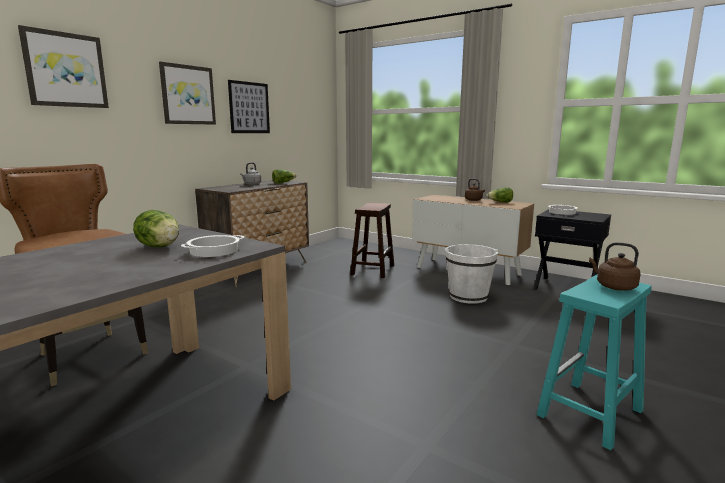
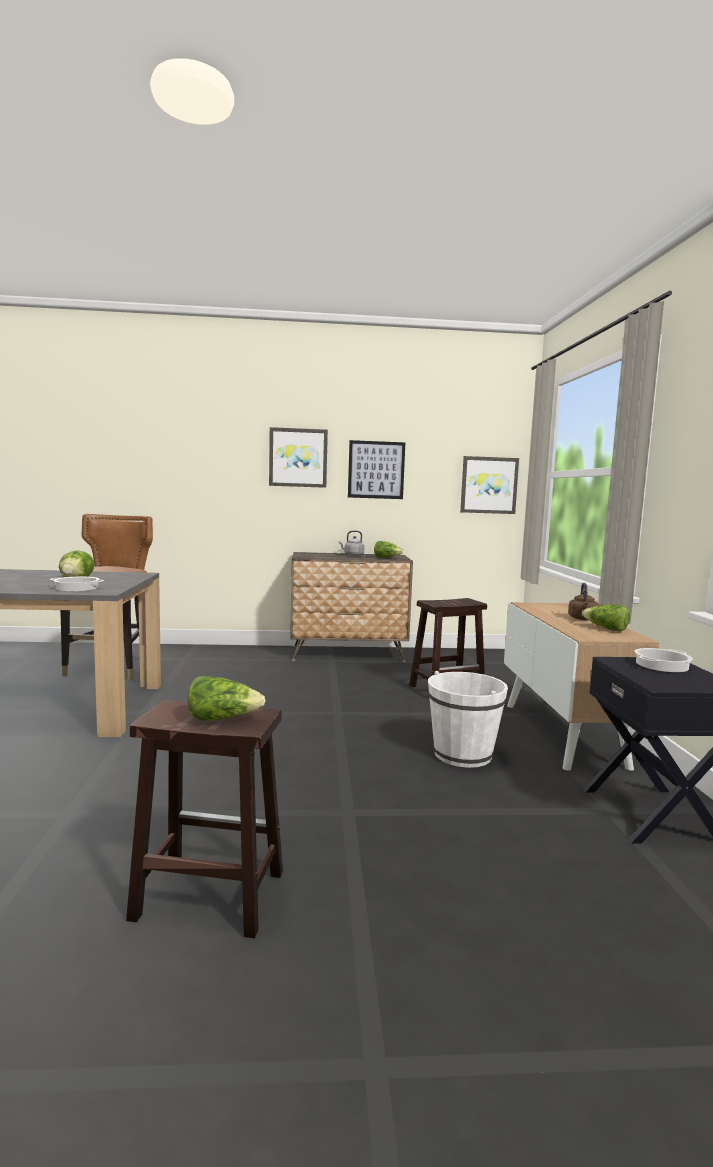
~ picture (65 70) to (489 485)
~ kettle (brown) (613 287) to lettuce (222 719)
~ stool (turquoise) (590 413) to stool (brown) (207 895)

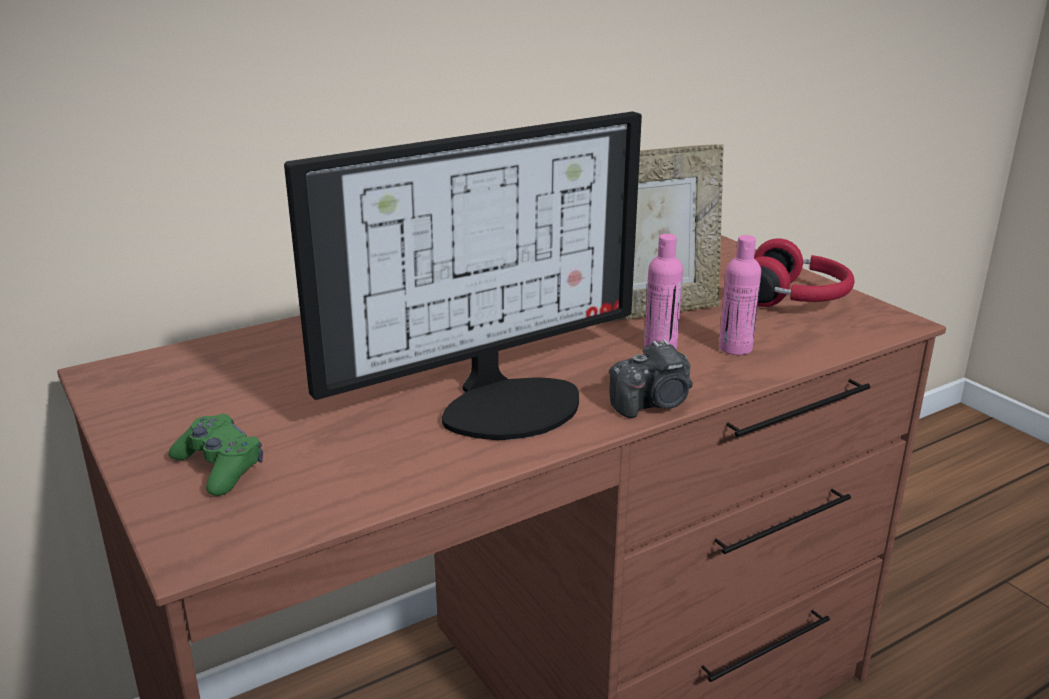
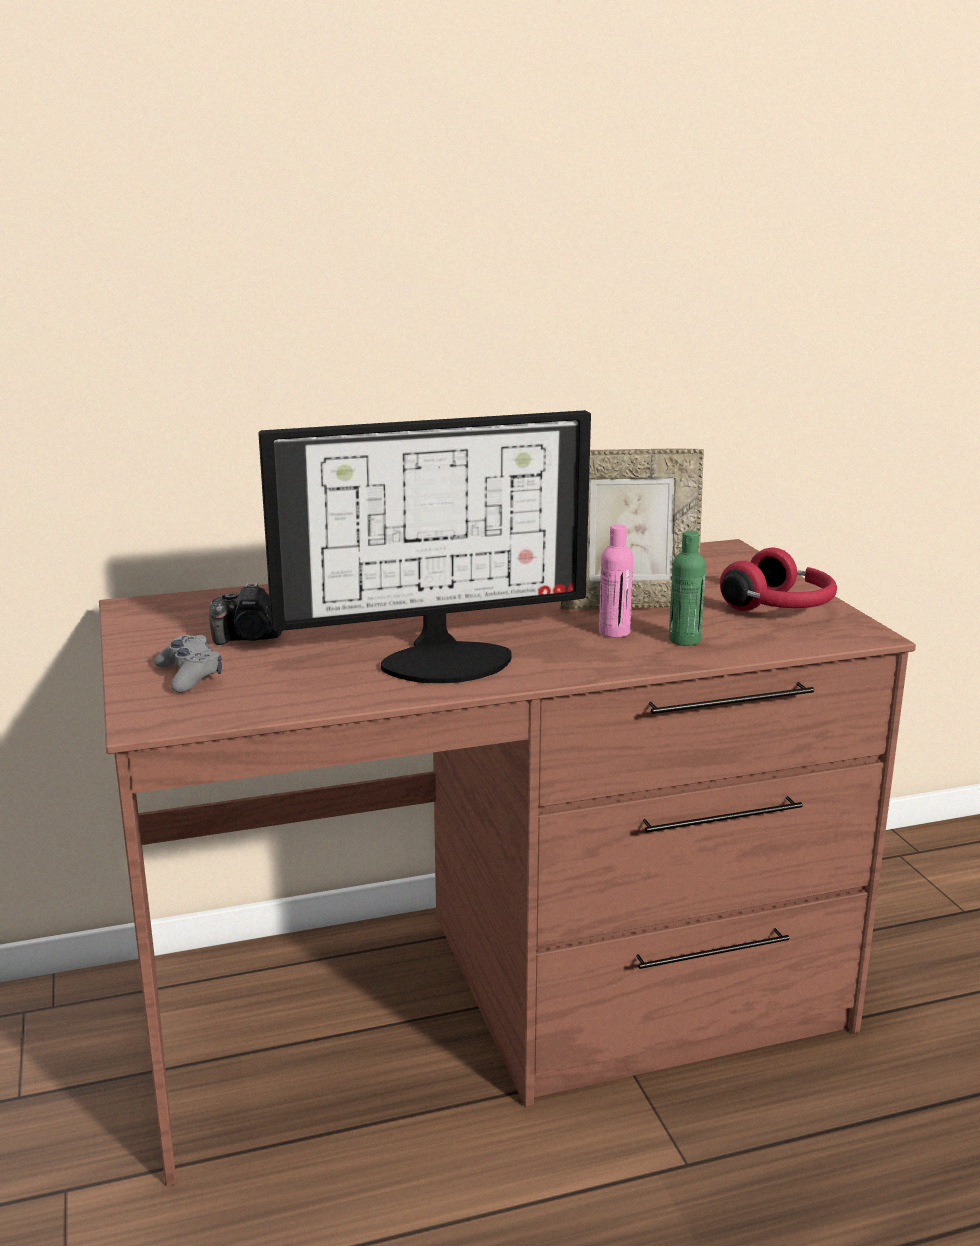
~ bottle (pink) (735 348) to bottle (green) (684 640)
~ photo camera (653 404) to (249 638)
~ game controller (green) (219 467) to game controller (grey) (189 675)

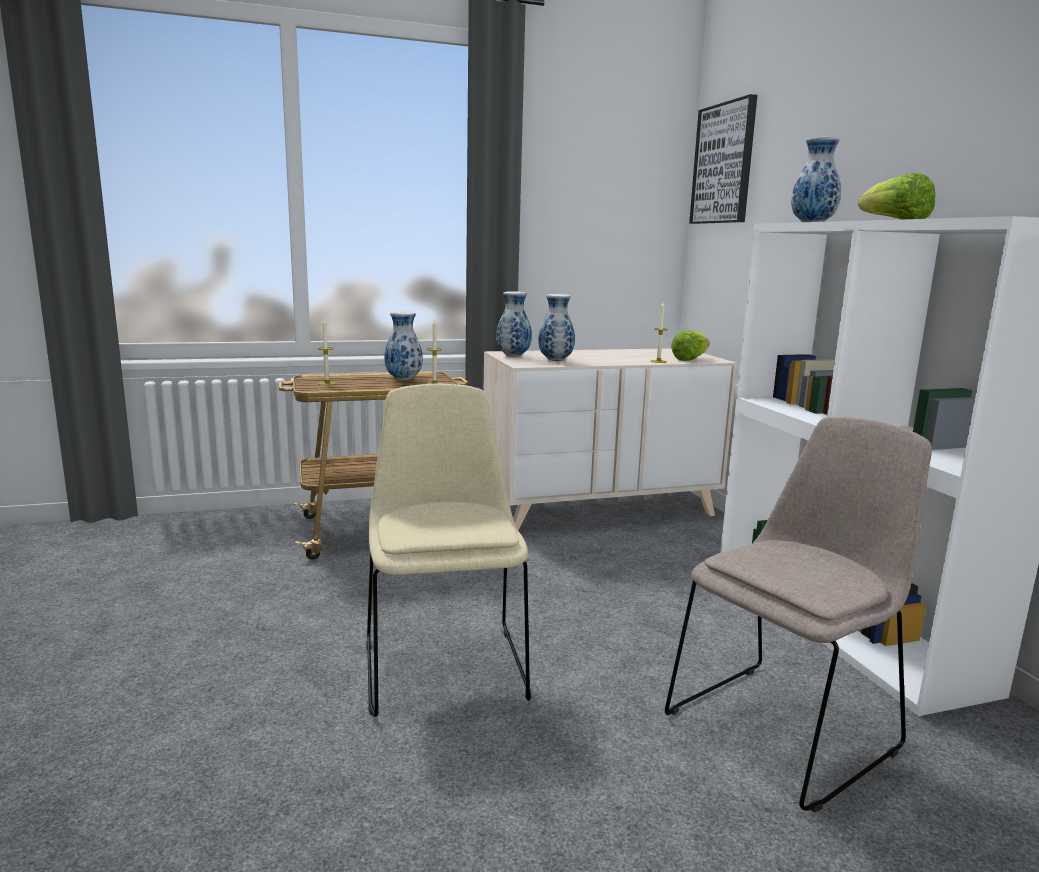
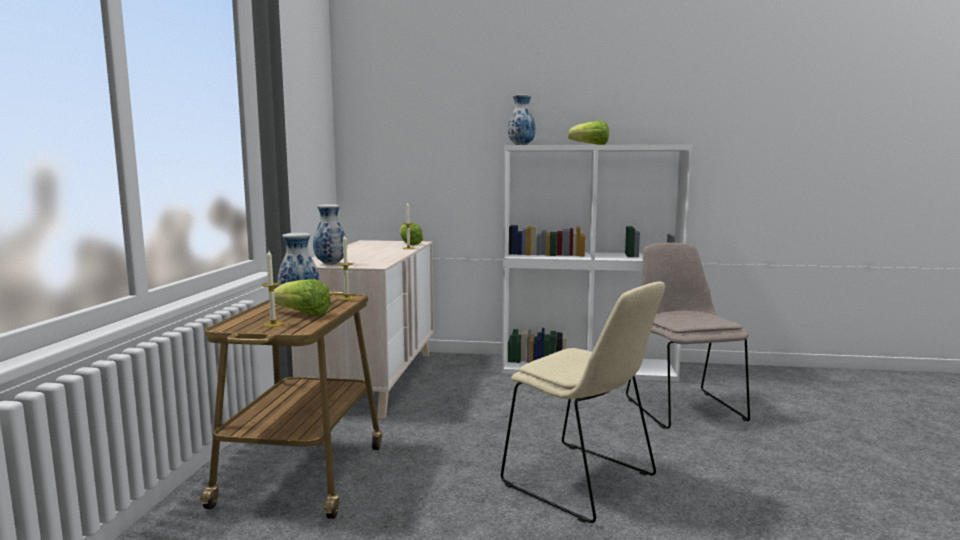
- picture (724 164)
- vase (555 360)
~ chair (beige) (444 664) = (583 482) 150 degrees counterclockwise
+ lettuce (302 314)

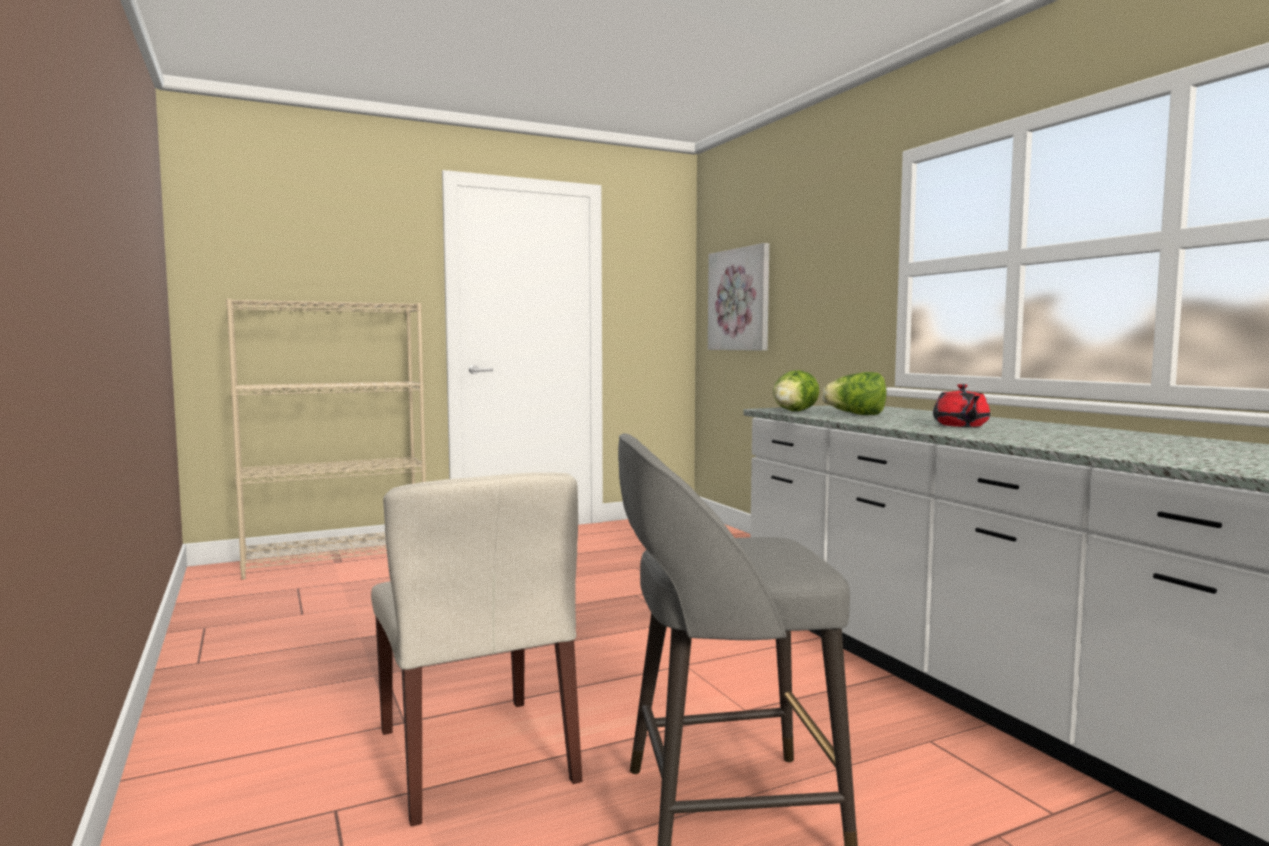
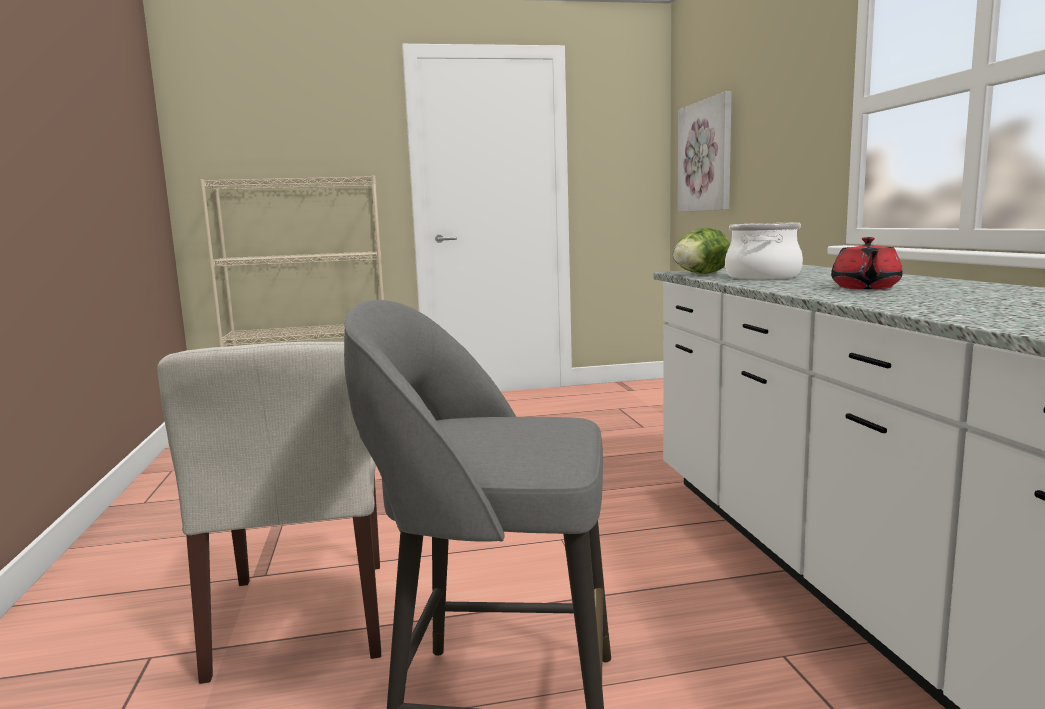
~ lettuce (856 415) to cooking pot (763 277)

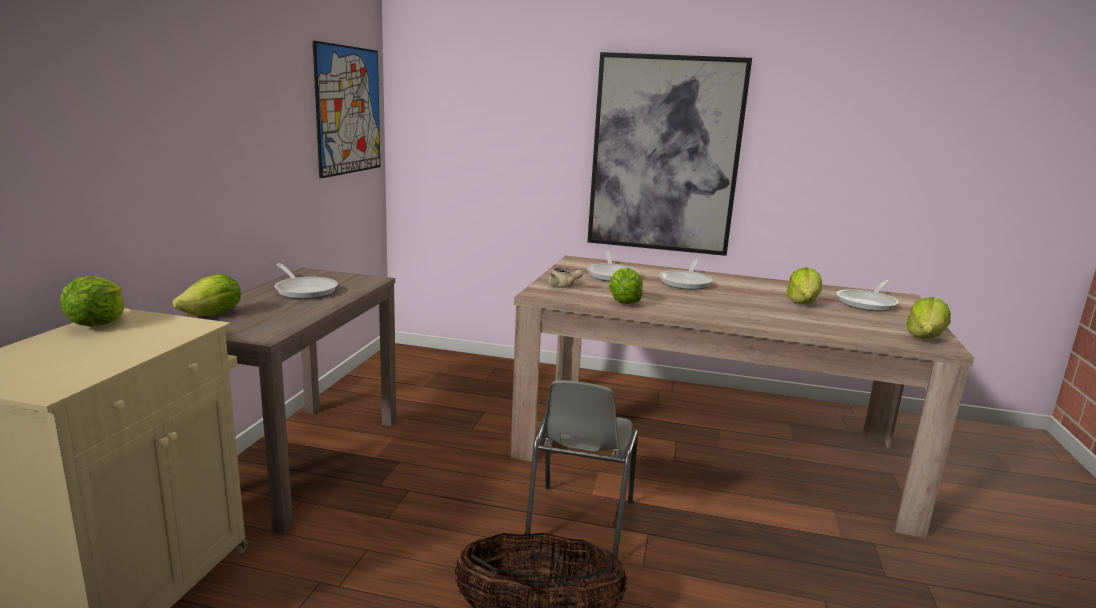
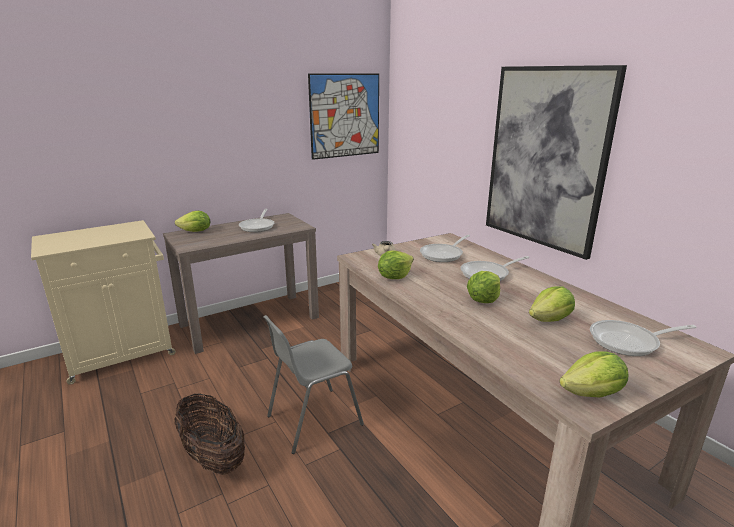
~ lettuce (98 323) to (483 300)

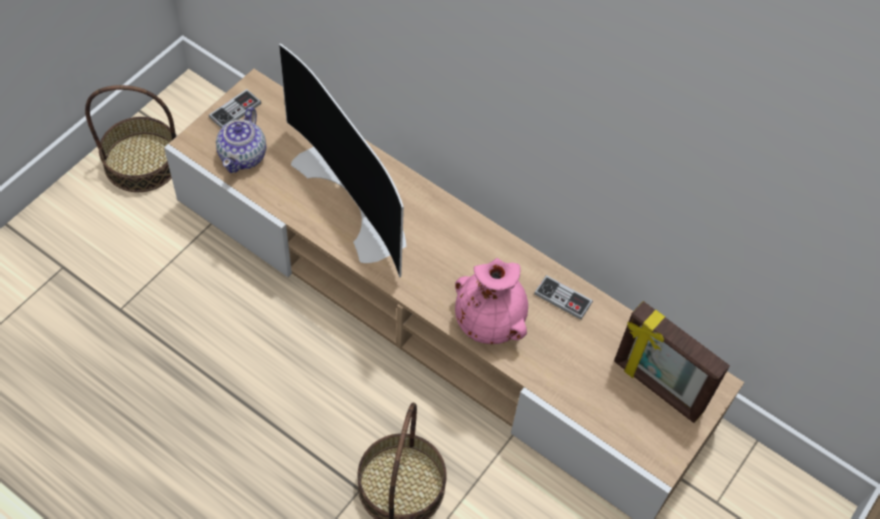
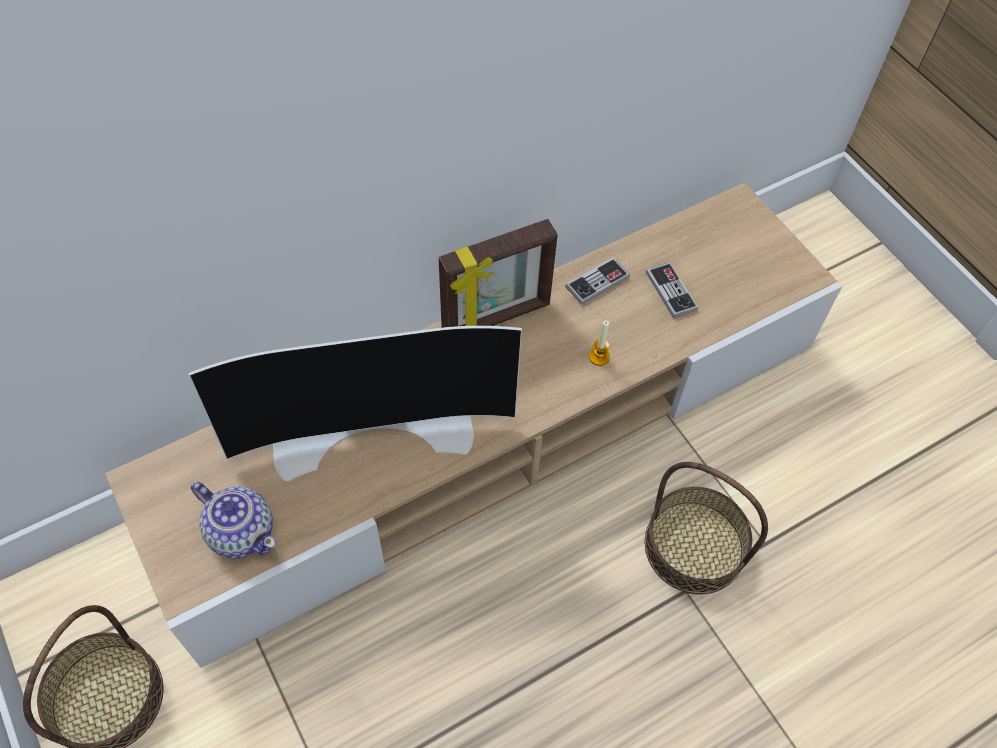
~ game controller (235 110) to (671 291)
~ vase (pink) (489 322) to candle (599 357)
~ picture frame (657 387) to (496 318)

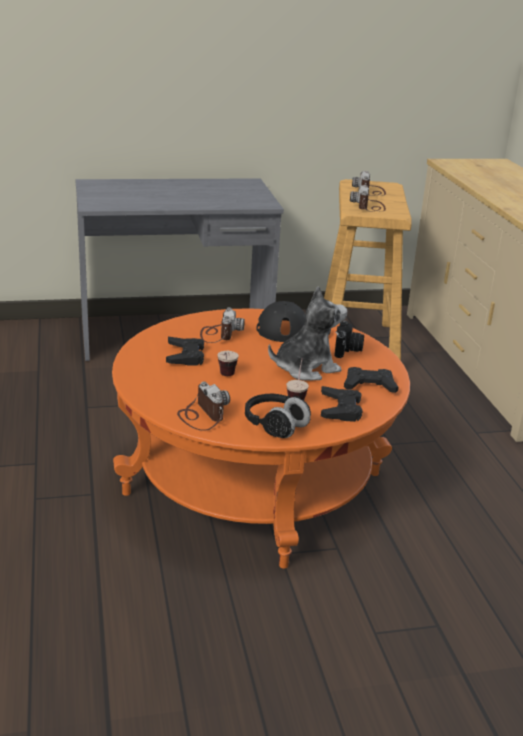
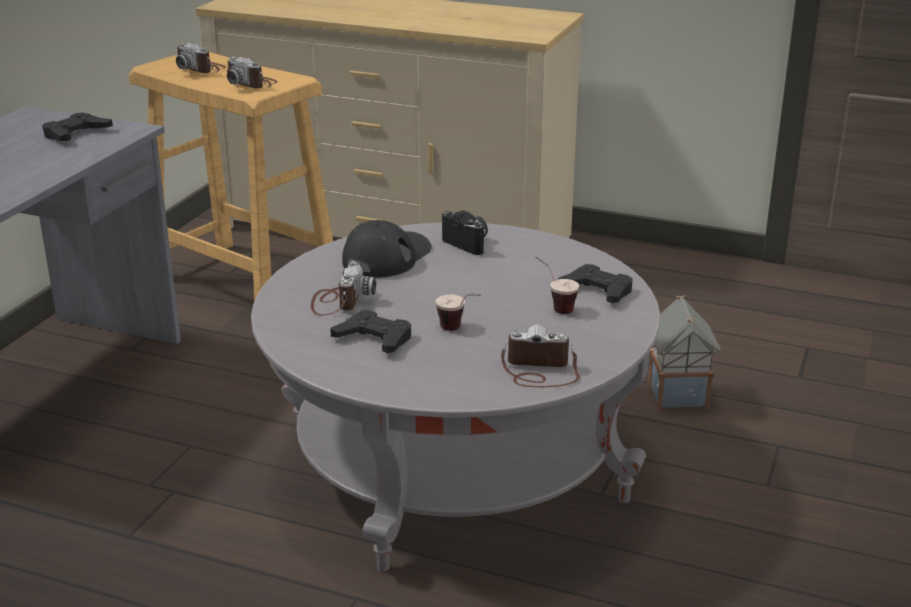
- plush toy (305 368)
~ photo camera (219 334) = (339 301) 60 degrees clockwise
~ coffee table (orange) (254 483) to coffee table (grey) (455 461)
~ game controller (black) (369 385) to (76 134)
- headphones (black) (275 426)
+ toy house (677 395)

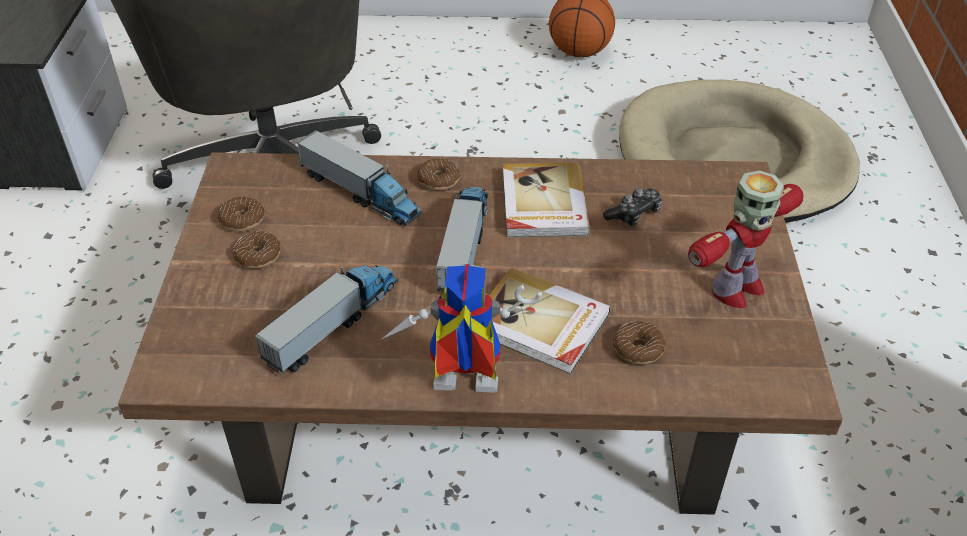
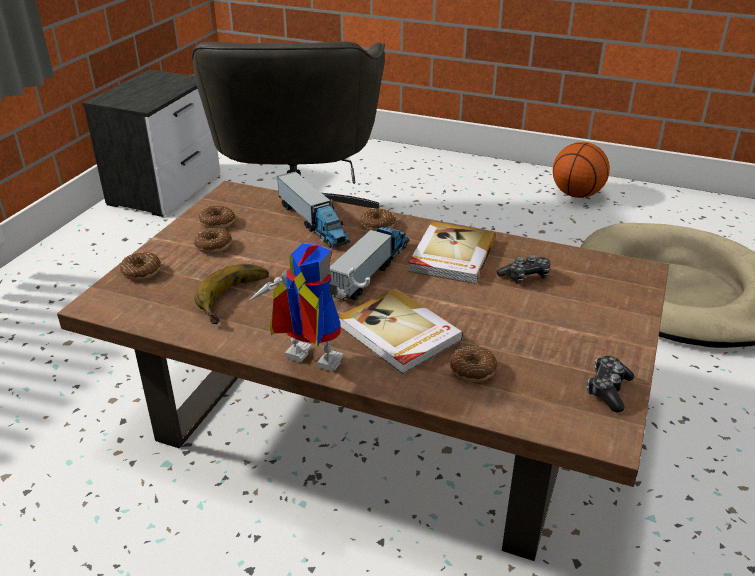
- toy robot (735 289)
~ toy truck (333 324) to banana (238 298)
+ donut (141 272)
+ game controller (608 390)

